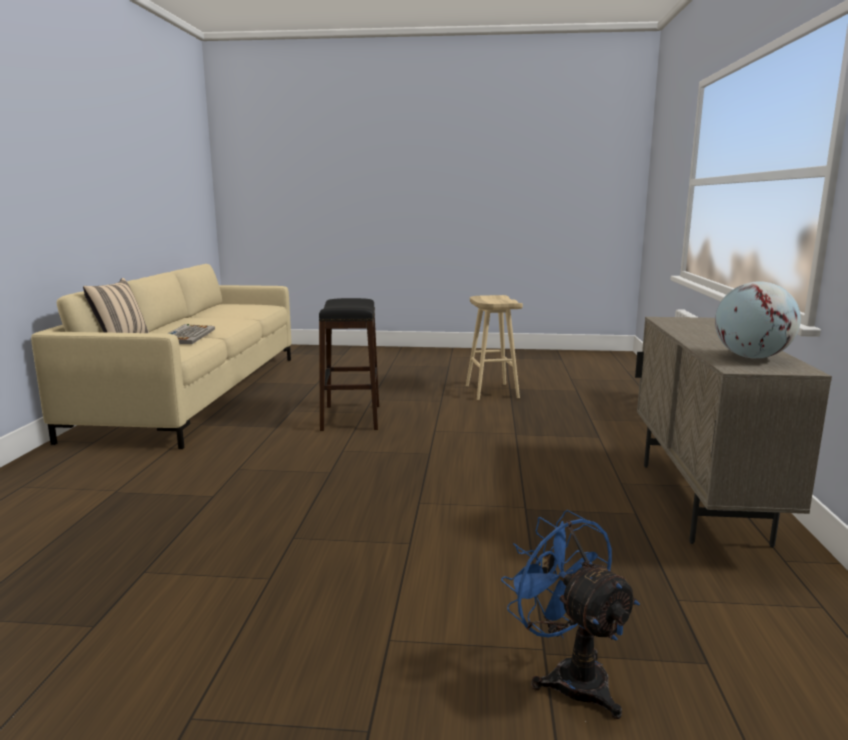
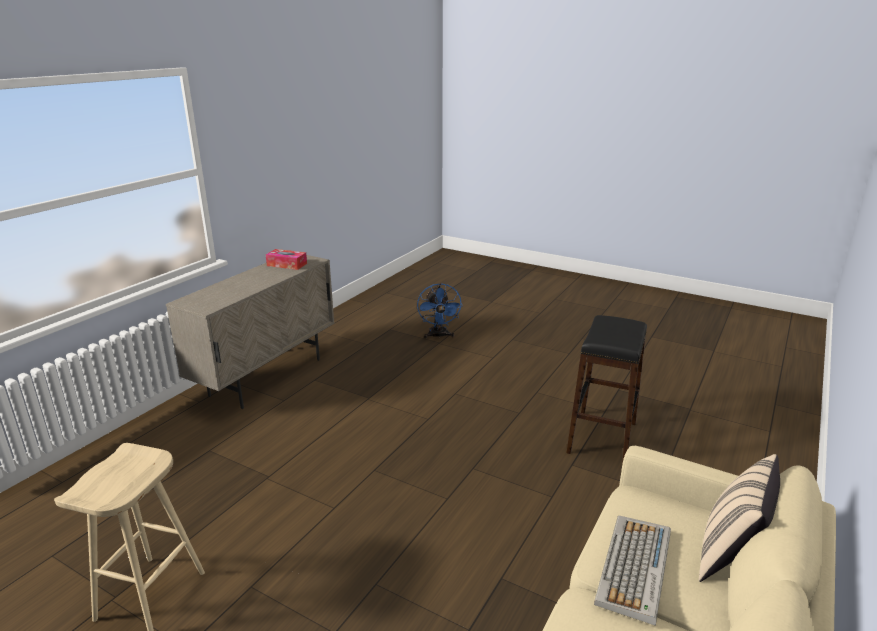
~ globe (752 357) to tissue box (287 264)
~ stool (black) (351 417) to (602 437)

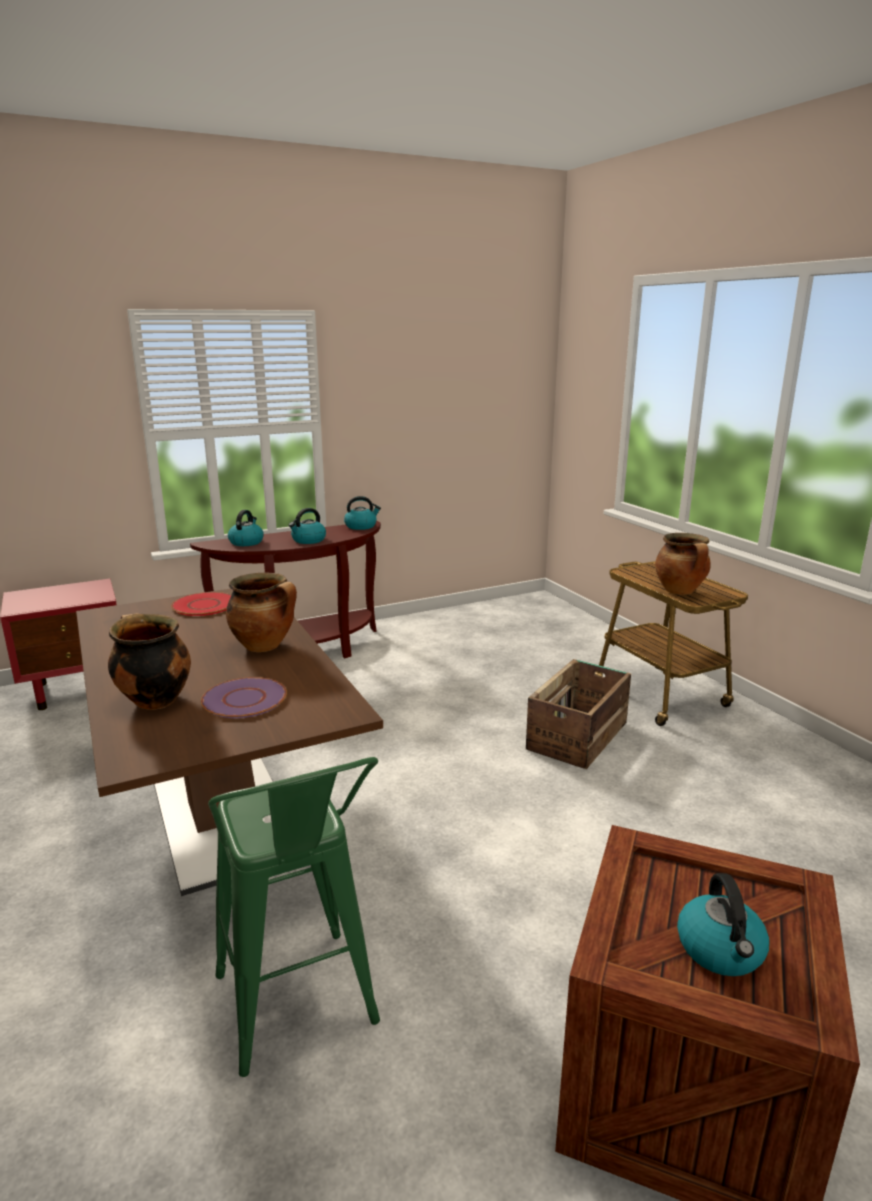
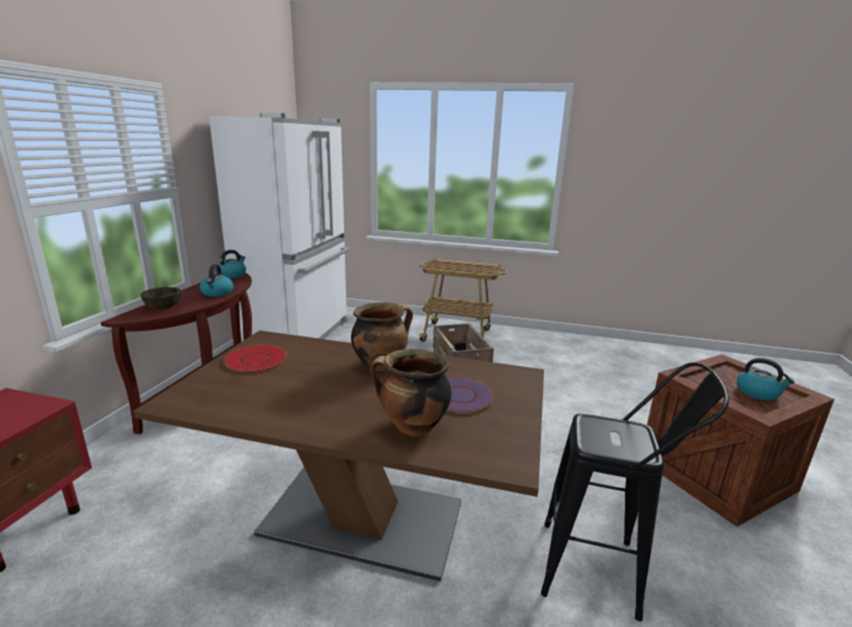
~ kettle (246 542) to bowl (brown) (163 307)
- cooking pot (680 591)
~ stool (green) (299 1014) to stool (black) (602 571)
+ fridge (white) (300 335)

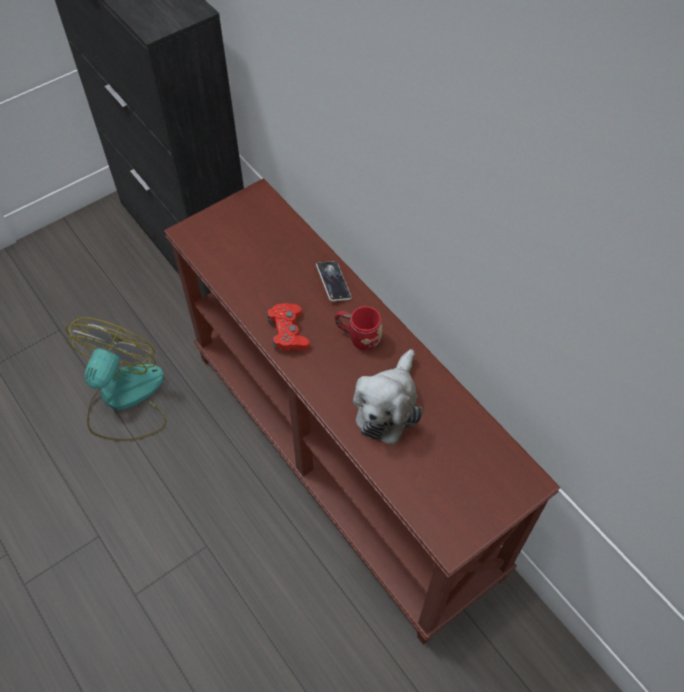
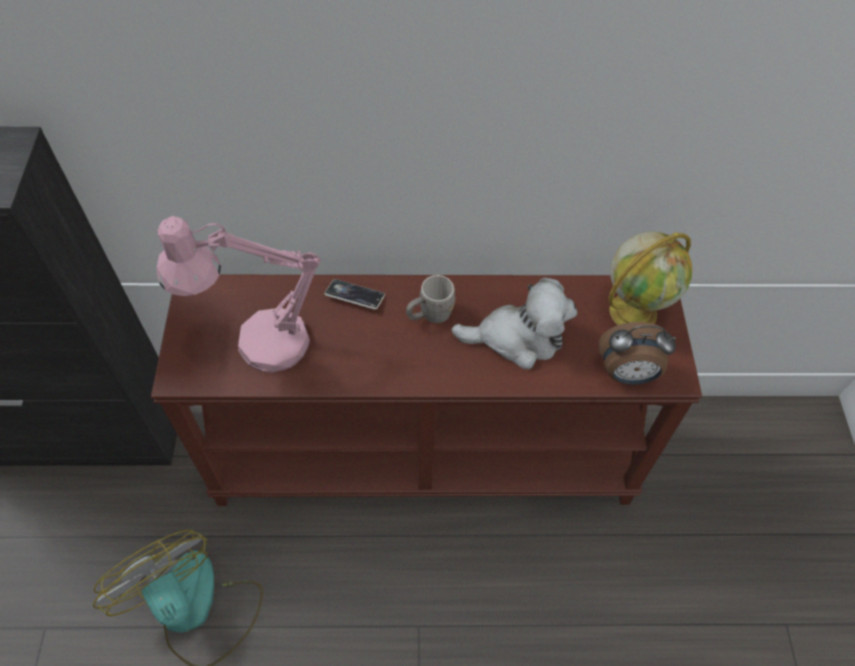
- game controller (red) (288 332)
~ mug (red) (358 337) to mug (grey) (430 315)
~ plush toy (387 406) = (517 338) 60 degrees counterclockwise
+ table lamp (pink) (258 345)
+ globe (634 311)
+ alarm clock (627 374)

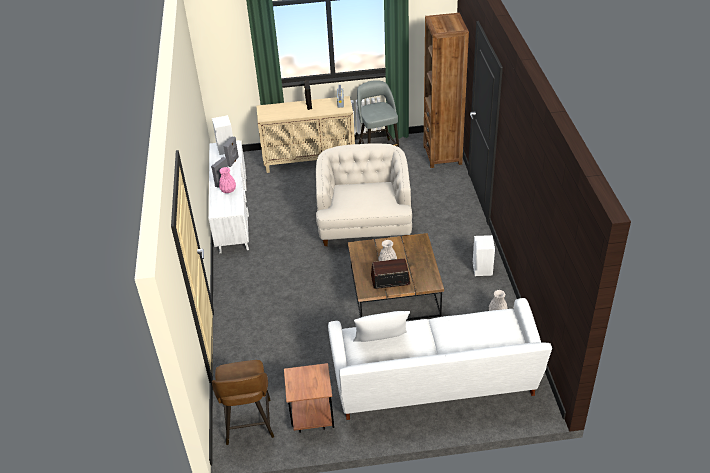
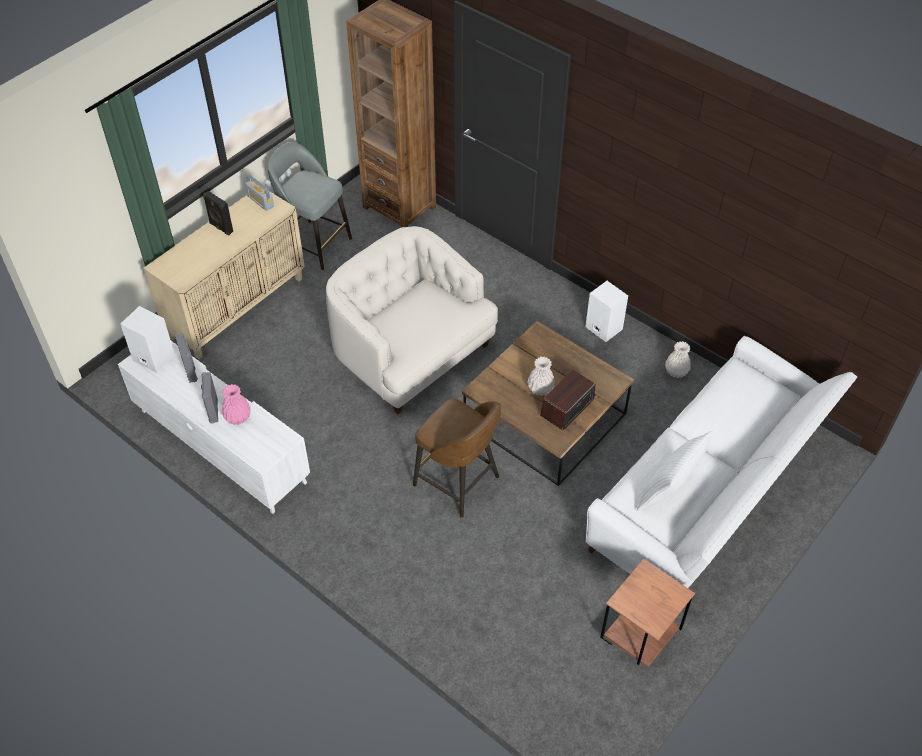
~ stool (brown) (248 423) to (458 482)

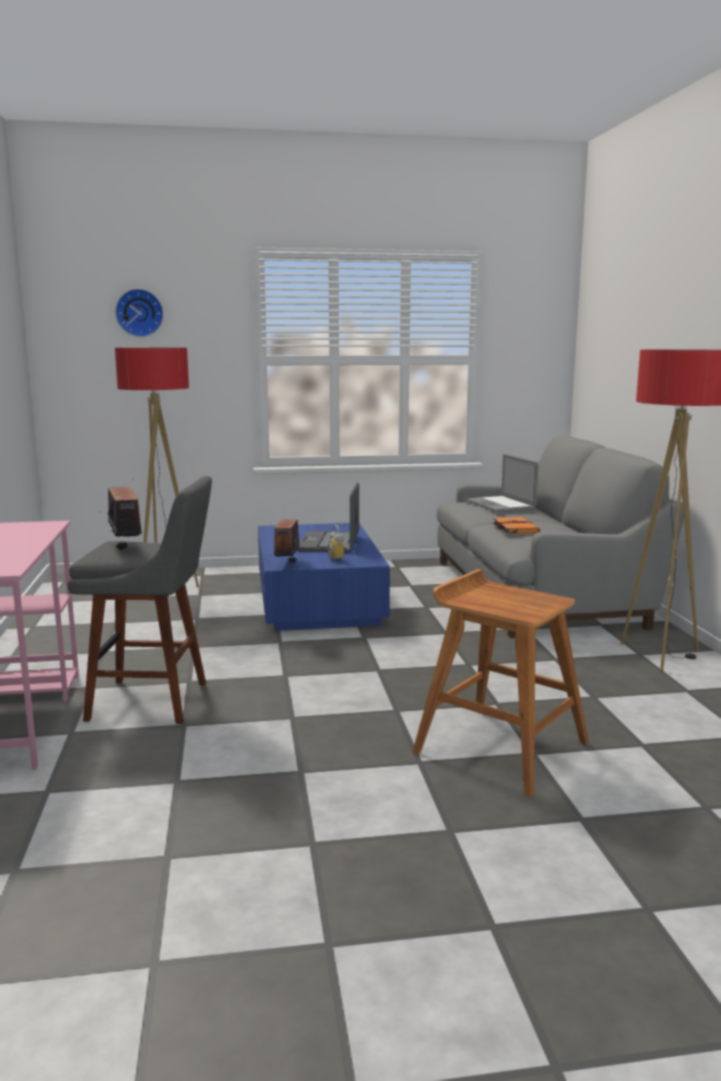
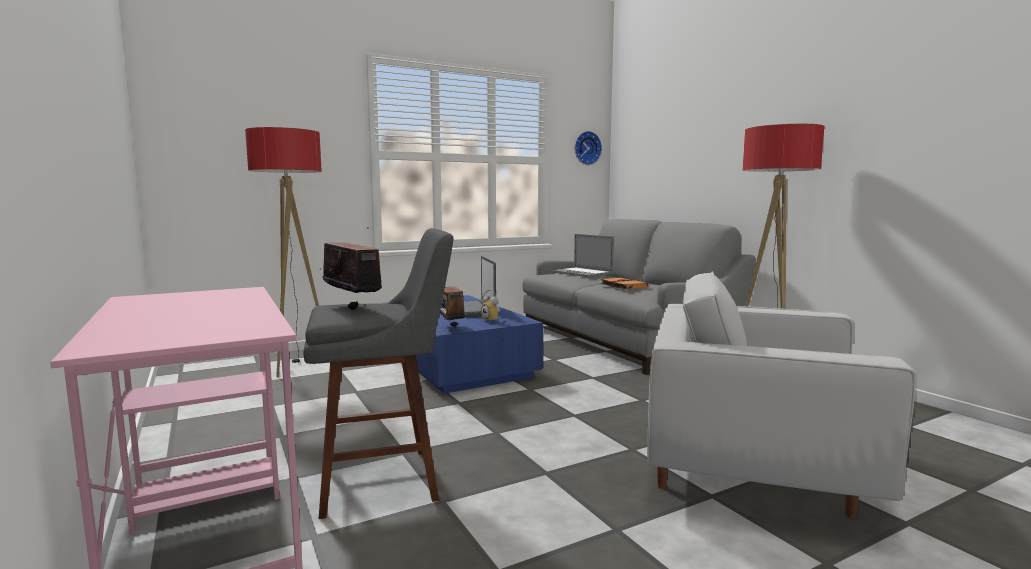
~ wall clock (139 313) to (586 148)
~ stool (brown) (499 747) to armchair (white) (756 467)

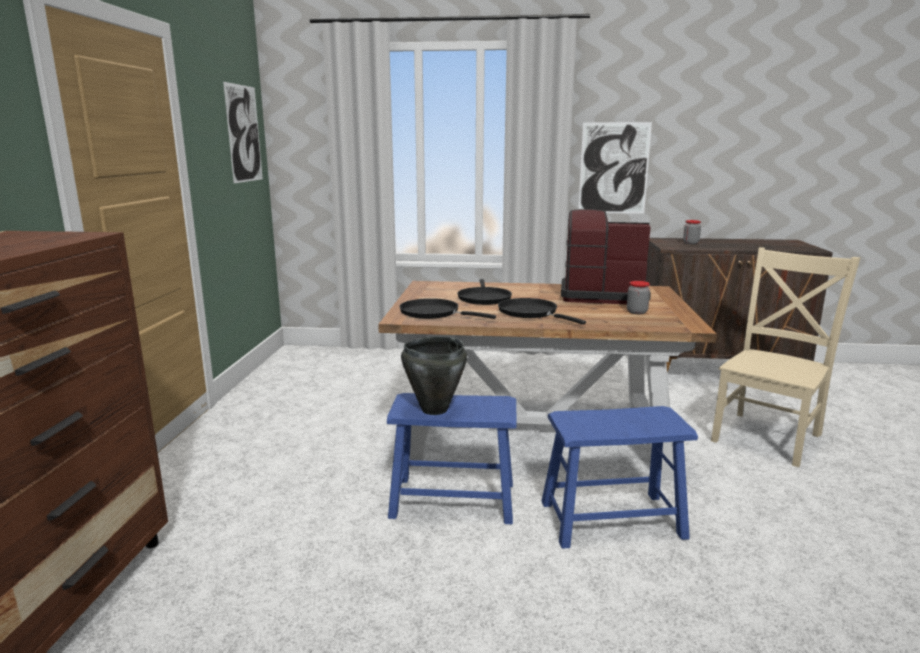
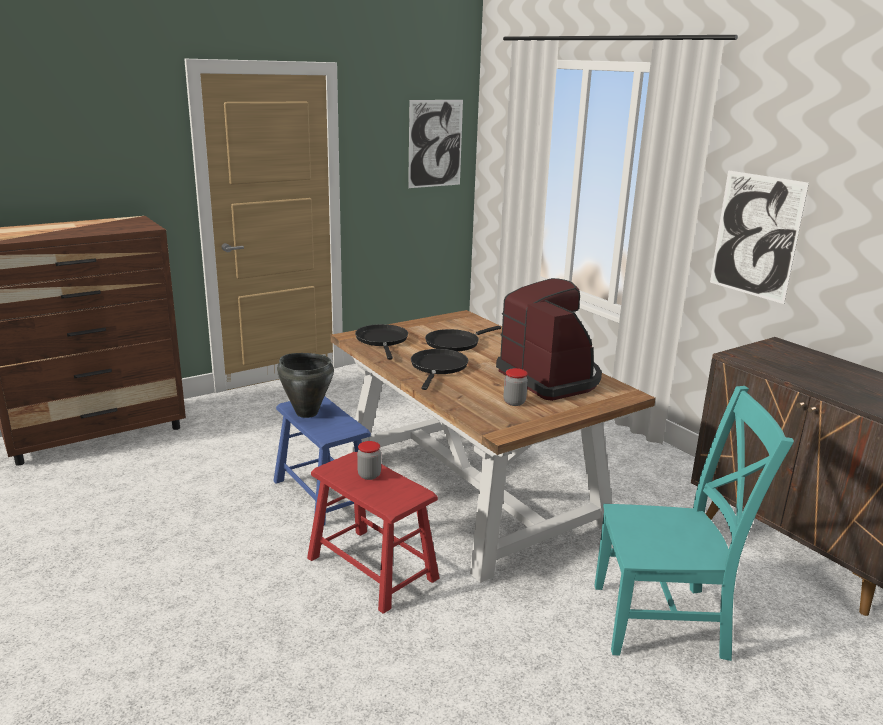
~ jar (690 243) to (369 475)
~ chair (beige) (768 436) to chair (turquoise) (665 621)
~ stool (blue) (612 519) to stool (red) (372 568)

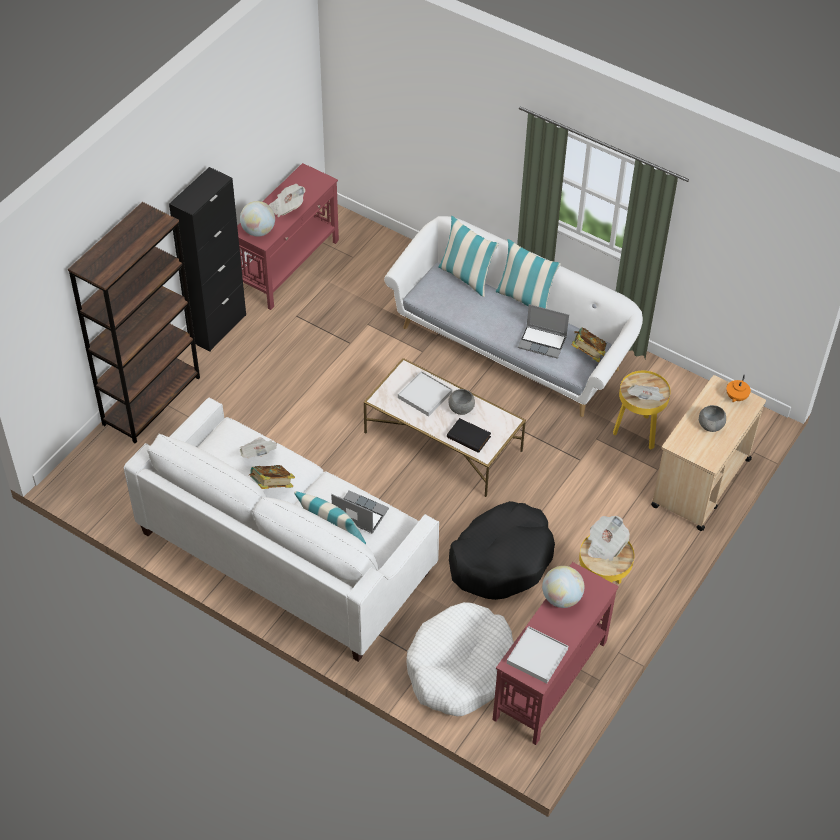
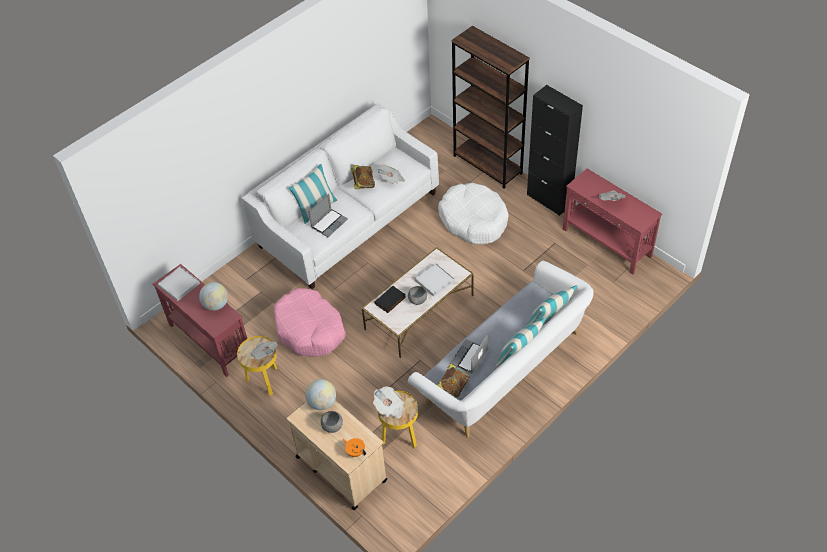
~ globe (258 231) to (322 402)
~ dog bed (black) (501 559) to dog bed (pink) (310 329)
~ dog bed (white) (459 667) to (473 220)

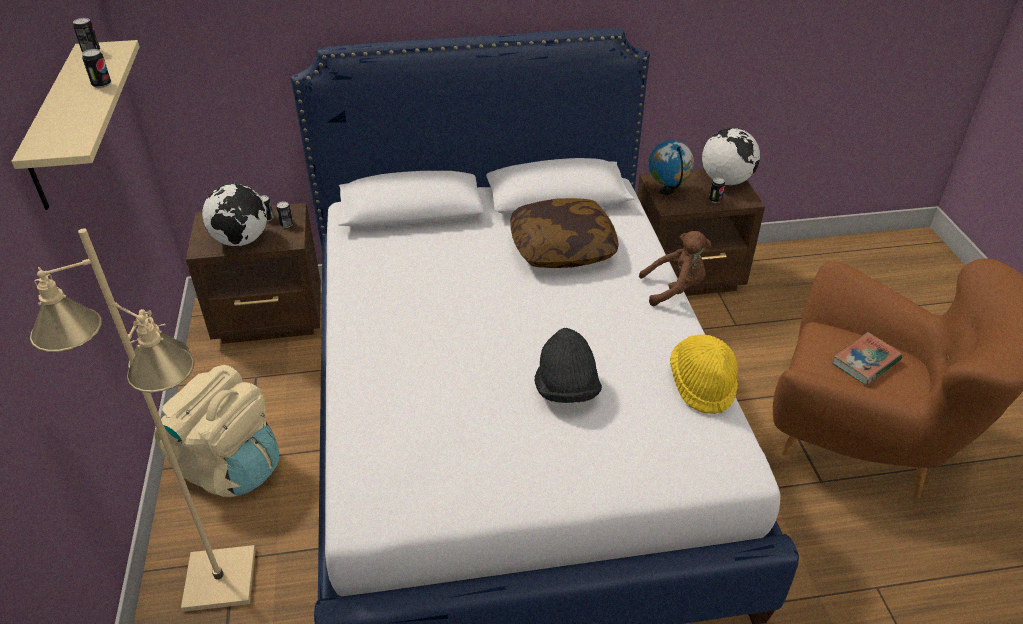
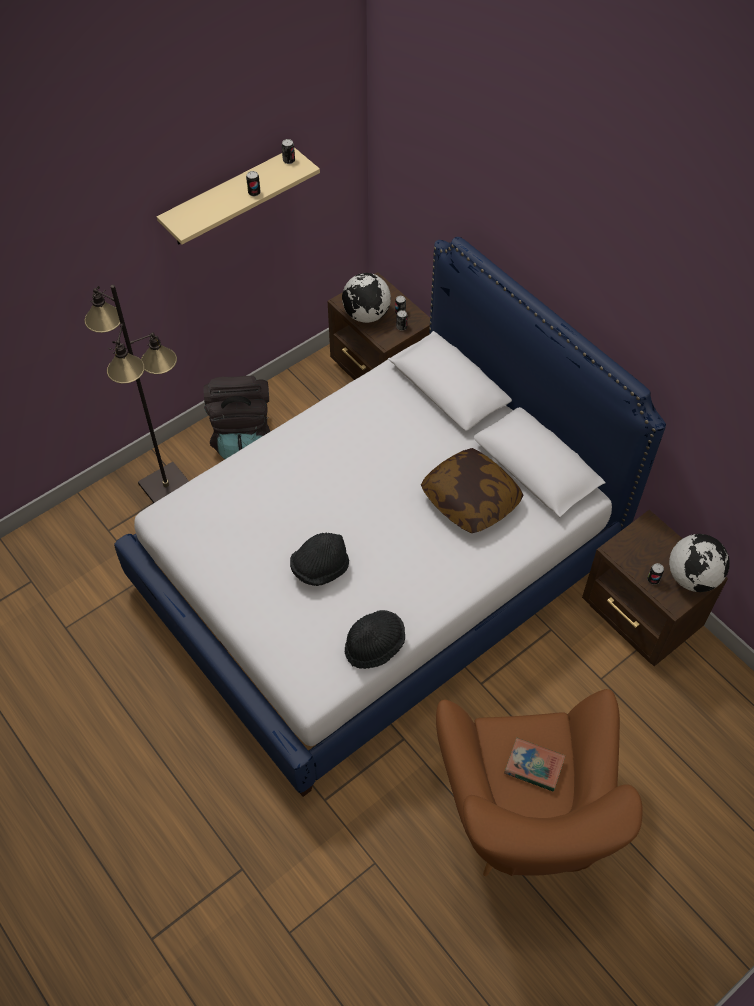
- globe (667 191)
~ floor lamp (beige) (219 578) to floor lamp (black) (167 486)
- plush toy (brown) (675 289)
~ hat (yellow) (702 385) to hat (black) (374 645)
~ backpack (beige) (229 467) to backpack (black) (243 439)

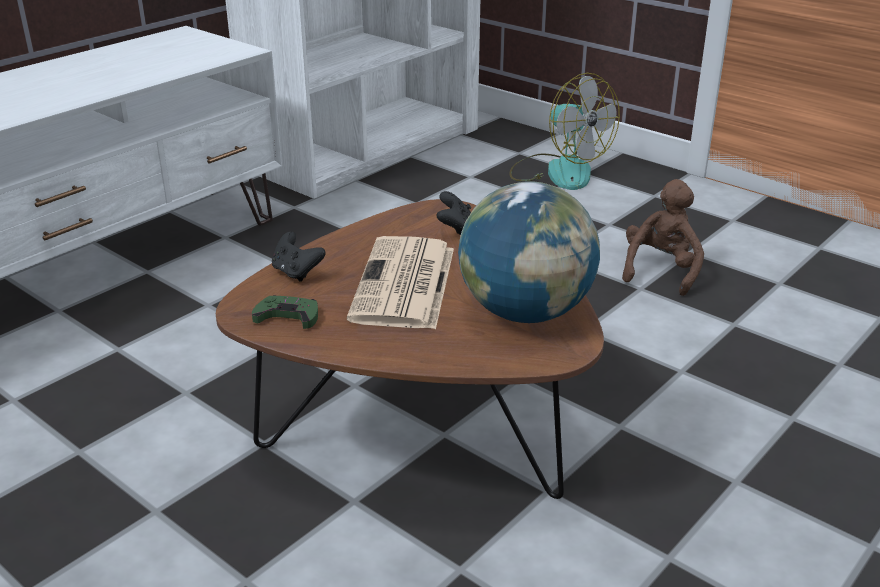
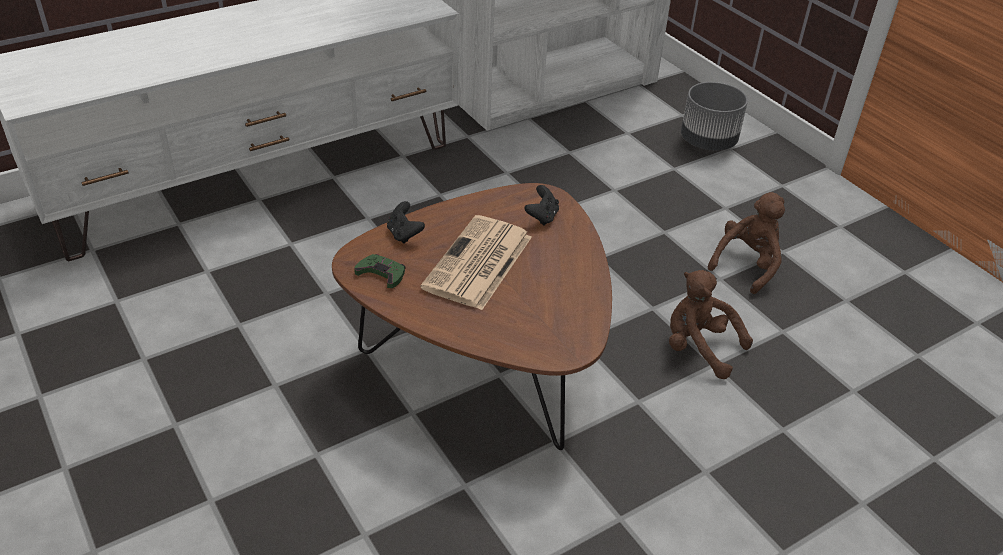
~ fan (558 171) to planter (grey) (708 142)
- globe (525 312)
+ plush toy (brown) (698 348)

